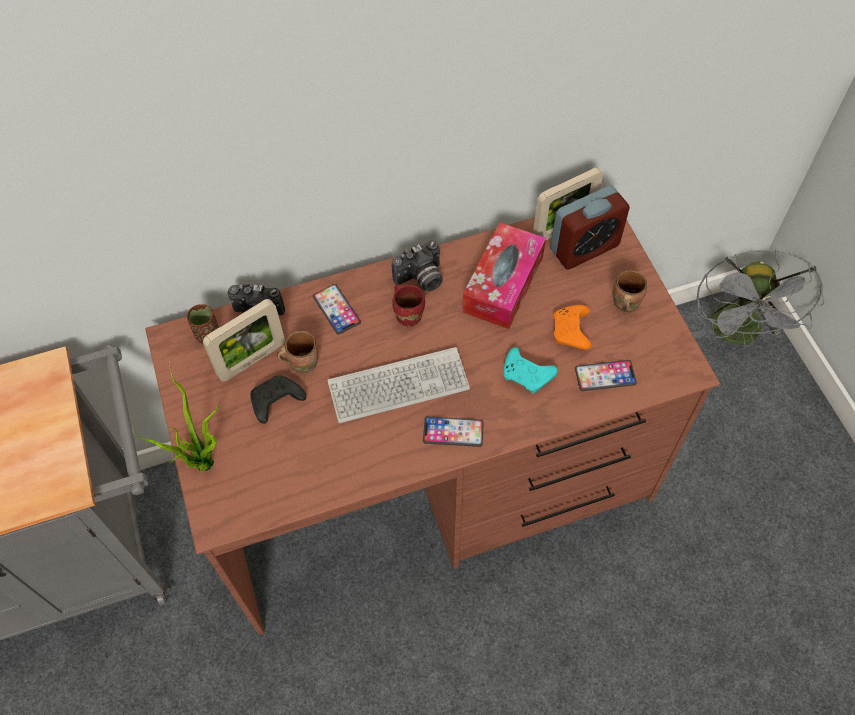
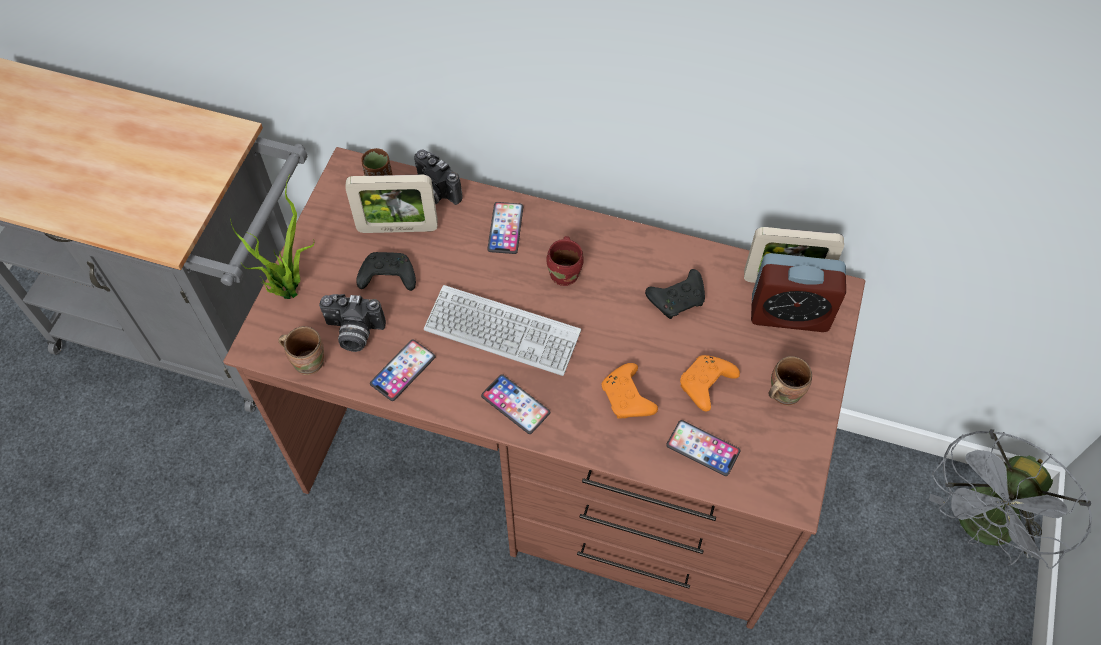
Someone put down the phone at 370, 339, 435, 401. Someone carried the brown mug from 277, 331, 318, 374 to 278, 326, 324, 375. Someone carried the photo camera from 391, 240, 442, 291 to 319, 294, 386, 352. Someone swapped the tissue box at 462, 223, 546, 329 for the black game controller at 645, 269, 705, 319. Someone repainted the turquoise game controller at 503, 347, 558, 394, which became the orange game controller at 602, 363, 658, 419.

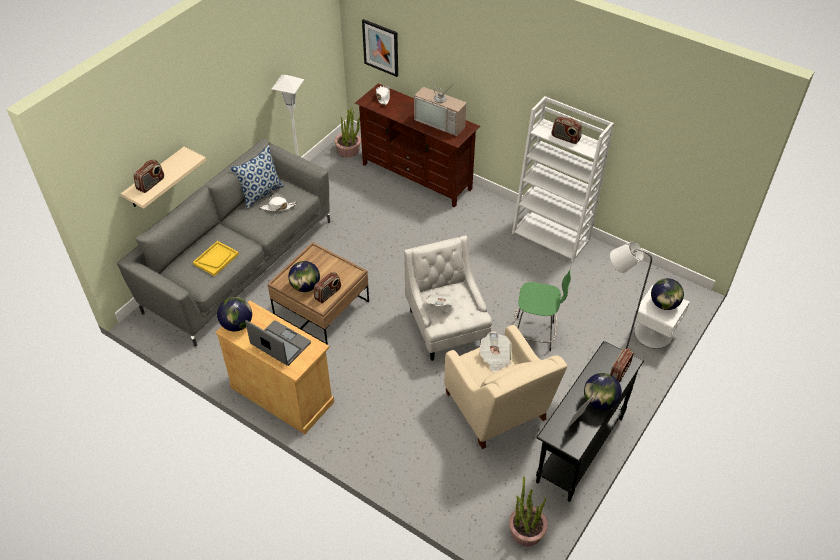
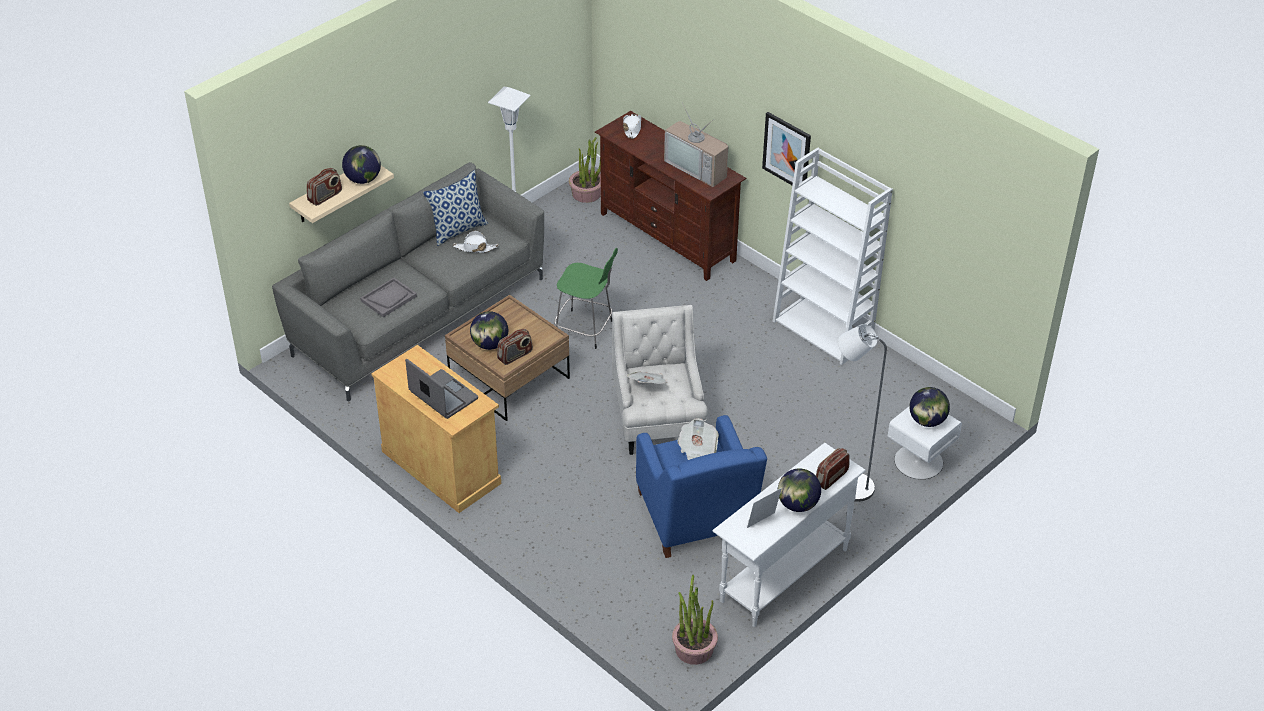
Someone took away the radio at 552, 116, 582, 144. Someone carried the globe from 217, 297, 252, 332 to 342, 145, 381, 184. Someone carried the picture from 362, 19, 398, 77 to 762, 112, 811, 185. Someone carried the green stool from 513, 270, 571, 351 to 554, 248, 618, 349. Someone repainted the yellow tray at 193, 241, 239, 276, which became the grey tray at 360, 278, 417, 317. Someone repainted the beige armchair at 444, 325, 567, 449, which became the blue armchair at 636, 415, 767, 558. Someone repainted the black console table at 536, 341, 644, 502, which became the white console table at 712, 443, 866, 627.

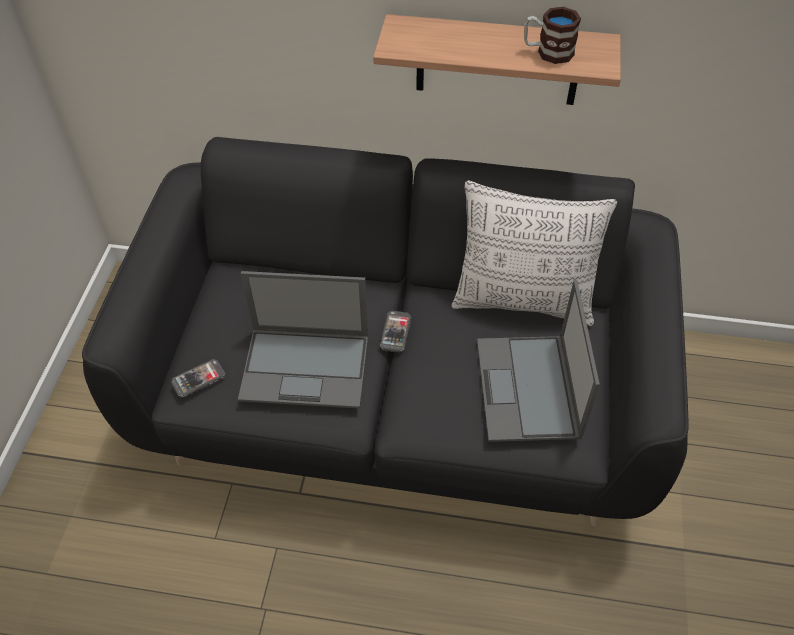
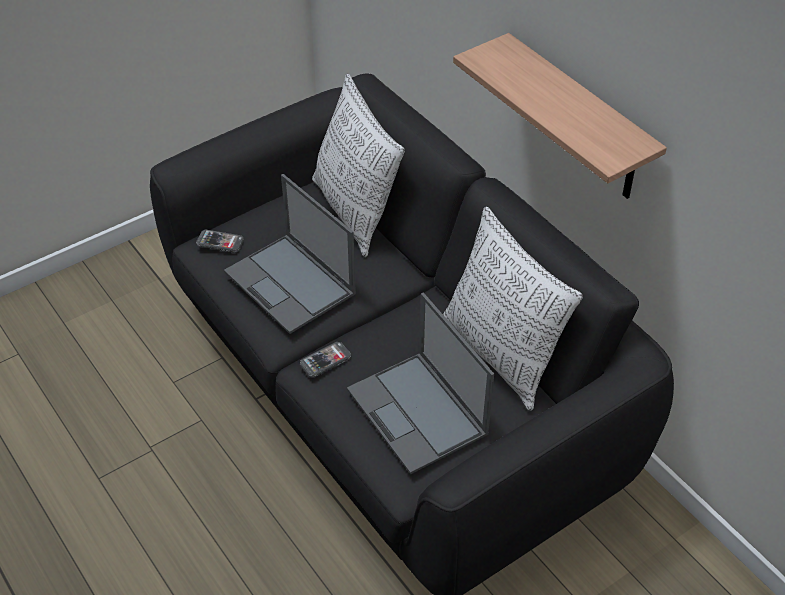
Someone took away the mug at 524, 7, 581, 64. Someone put down the pillow at 312, 74, 405, 257. Someone carried the phone from 380, 311, 411, 352 to 300, 342, 351, 377. Someone rotated the laptop at 477, 280, 600, 442 by 75 degrees counterclockwise.

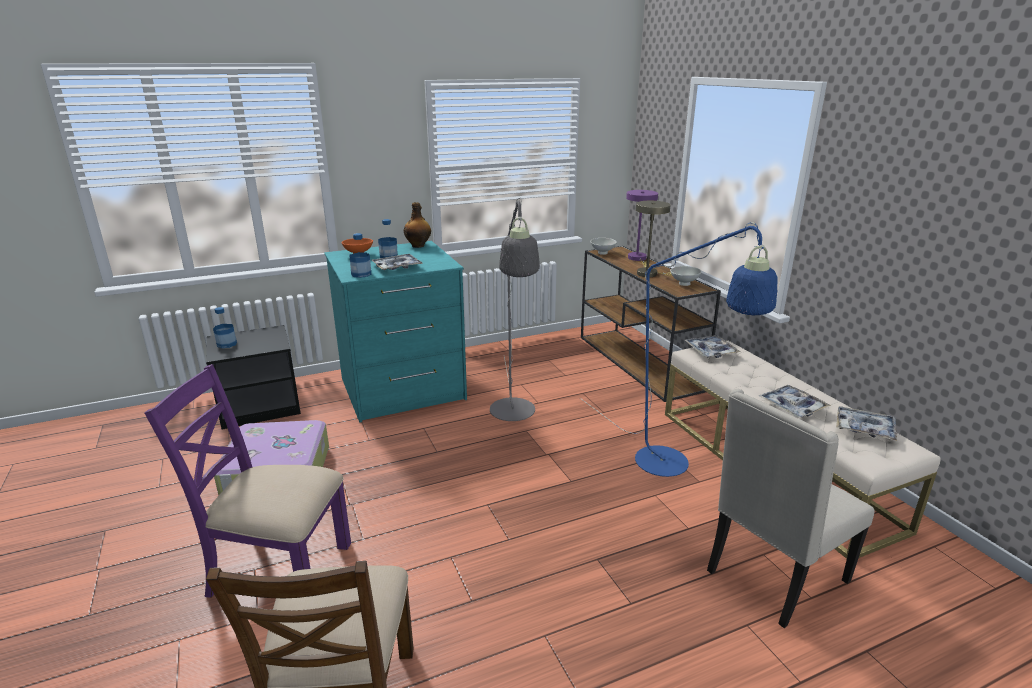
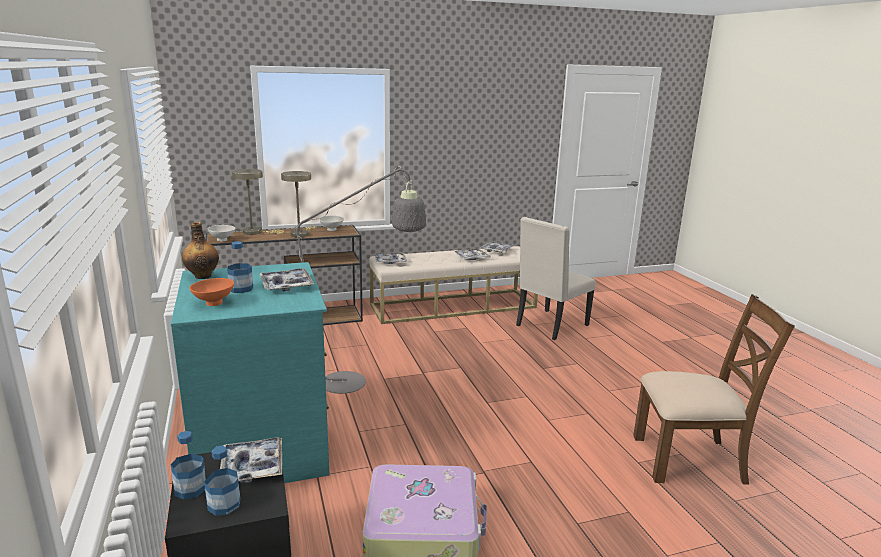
Someone took away the purple chair at 145, 364, 351, 598. Someone took away the blue floor lamp at 580, 222, 778, 477. Someone put down the tray at 220, 437, 282, 484. Someone carried the bottle from 350, 233, 371, 278 to 171, 431, 206, 500. Someone repainted the purple table lamp at 626, 190, 658, 267, which became the beige table lamp at 232, 169, 284, 235. Someone rotated the beige chair at 707, 389, 875, 628 by 75 degrees clockwise.

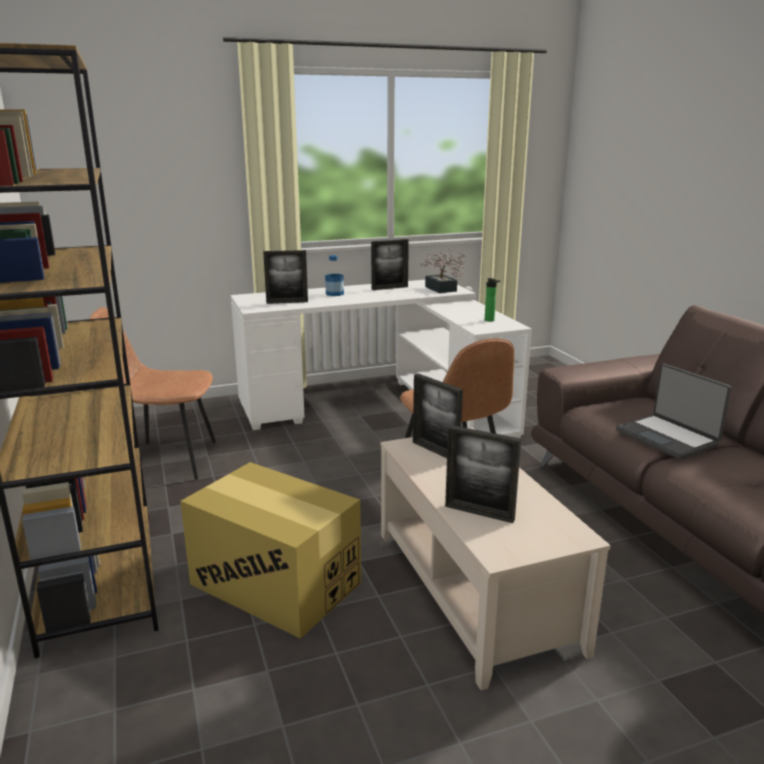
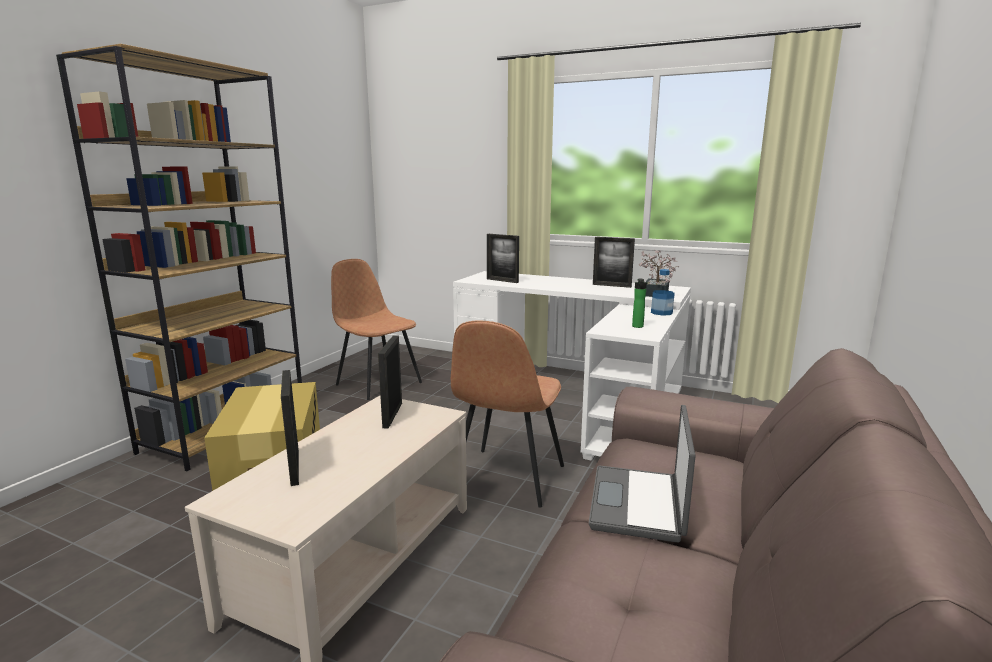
Someone carried the bottle from 325, 255, 344, 296 to 651, 269, 675, 316.

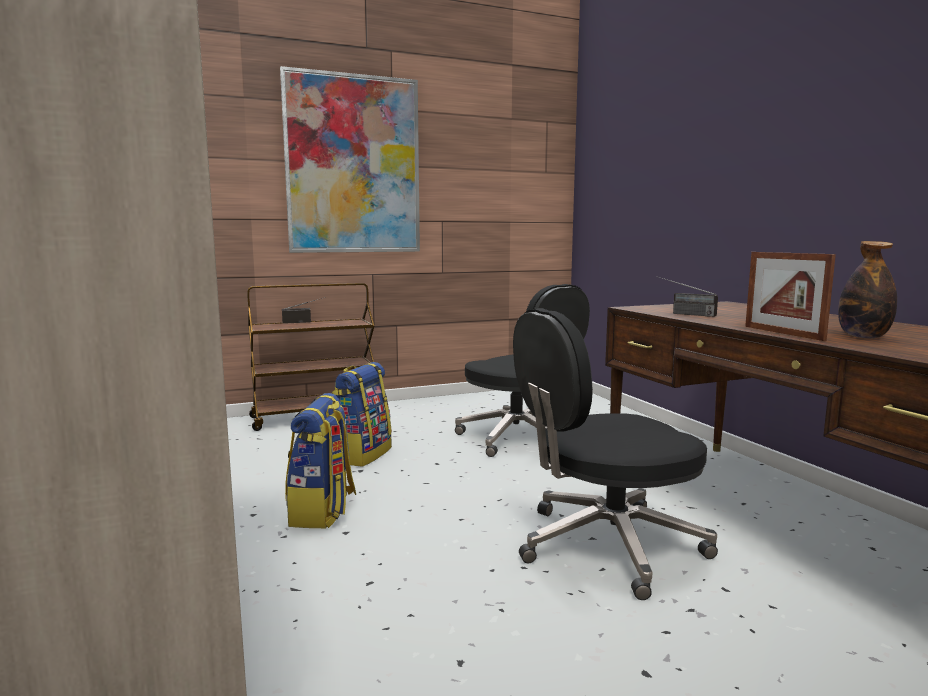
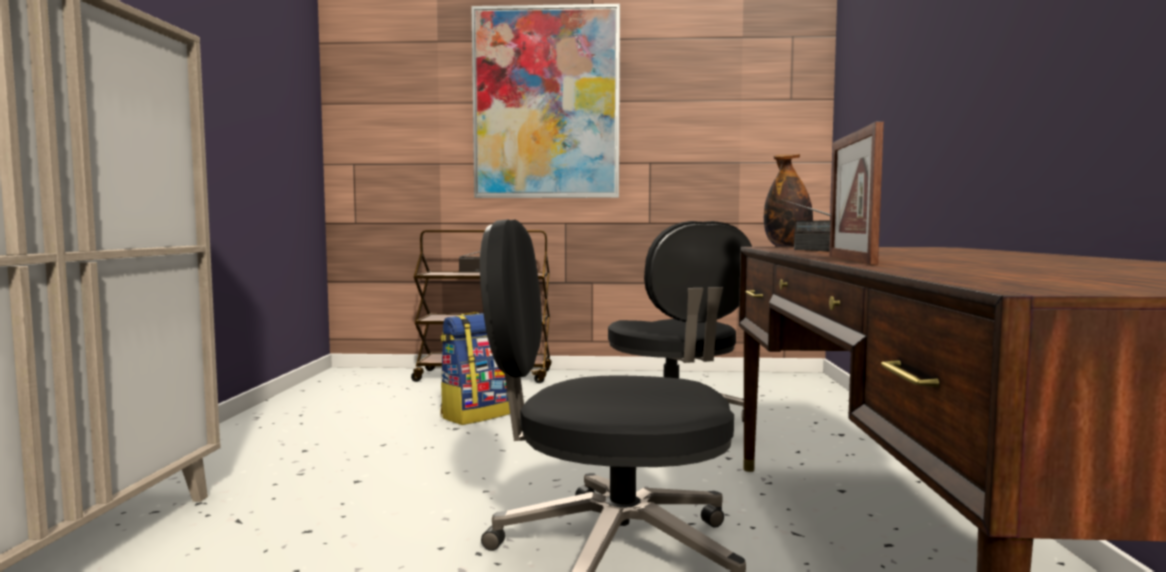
Someone took away the backpack at 285, 393, 356, 528. Someone carried the bottle from 838, 241, 897, 338 to 764, 154, 813, 247.

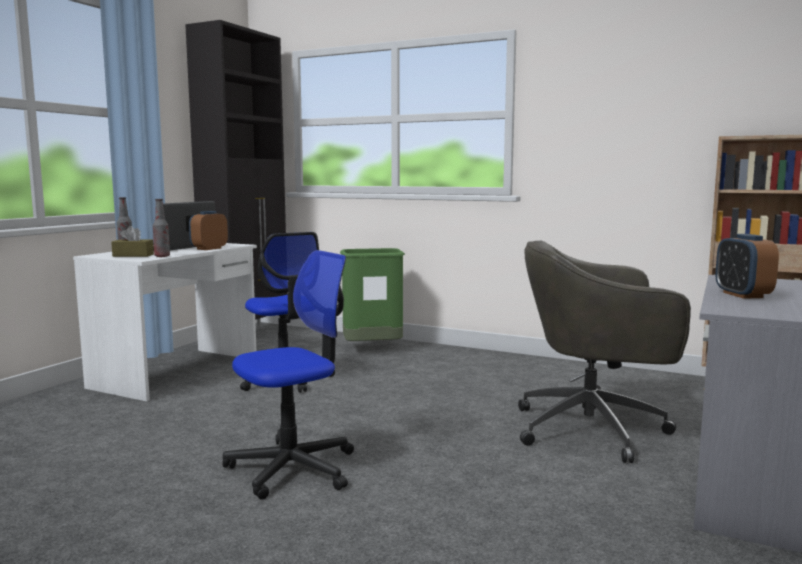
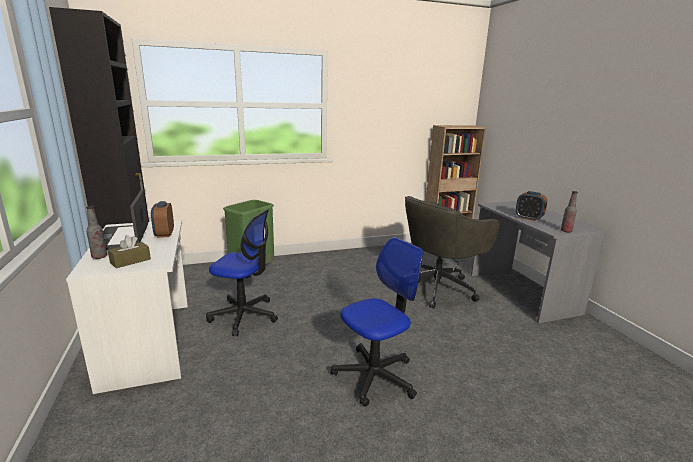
Someone carried the bottle from 153, 199, 170, 257 to 561, 191, 578, 233. Someone rotated the office chair at 222, 250, 354, 500 by 45 degrees clockwise.

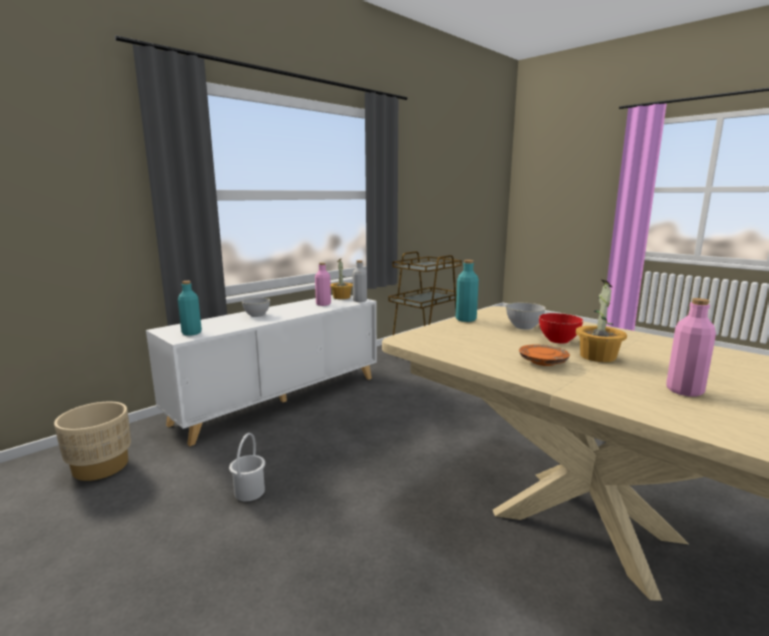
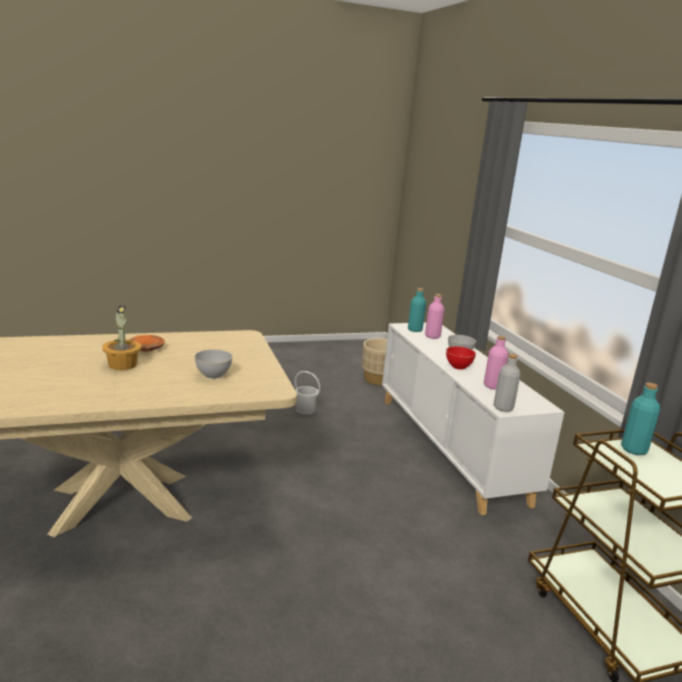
Someone took away the potted plant at 331, 259, 353, 299. Someone carried the turquoise bottle from 456, 260, 479, 322 to 621, 382, 660, 455. Someone carried the red bowl from 539, 313, 583, 344 to 446, 346, 476, 370. Someone carried the pink bottle from 666, 298, 716, 397 to 425, 294, 444, 339.

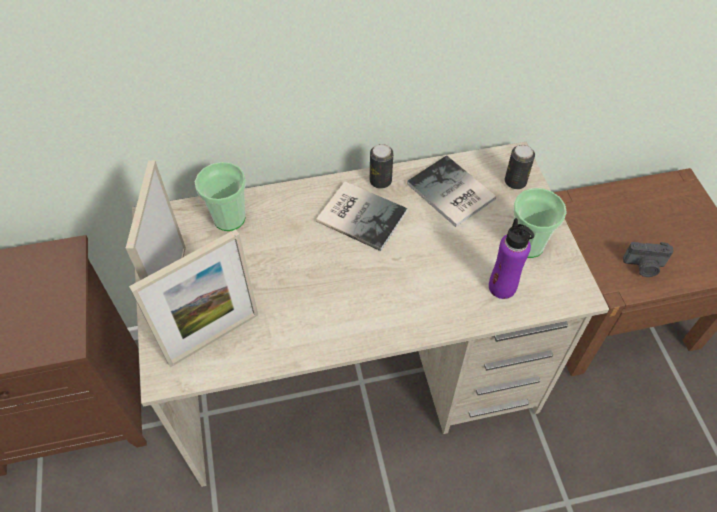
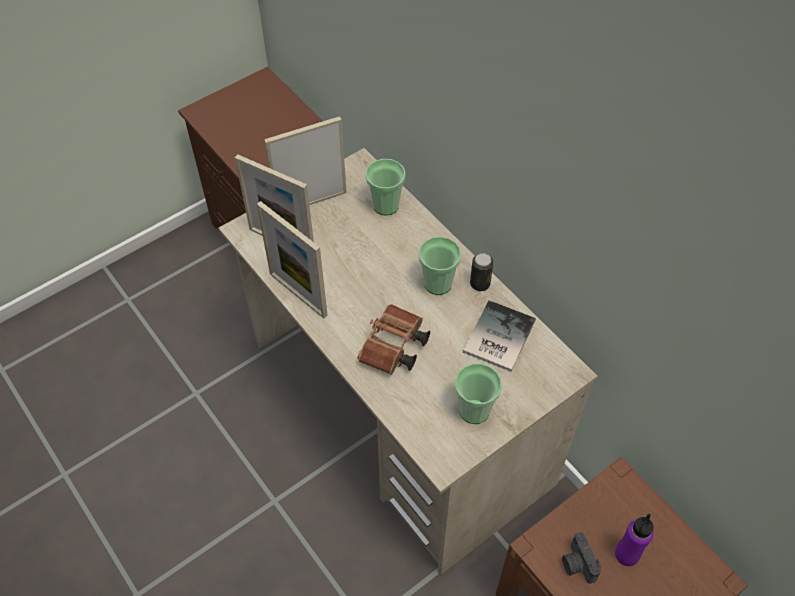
Someone took away the can at 505, 145, 535, 189. Someone put down the picture frame at 257, 201, 328, 318. Someone put down the brown binoculars at 357, 304, 430, 375. Someone carried the purple bottle from 489, 218, 534, 299 to 615, 514, 654, 566. Someone swapped the book at 316, 181, 408, 251 for the cup at 418, 236, 462, 295.

